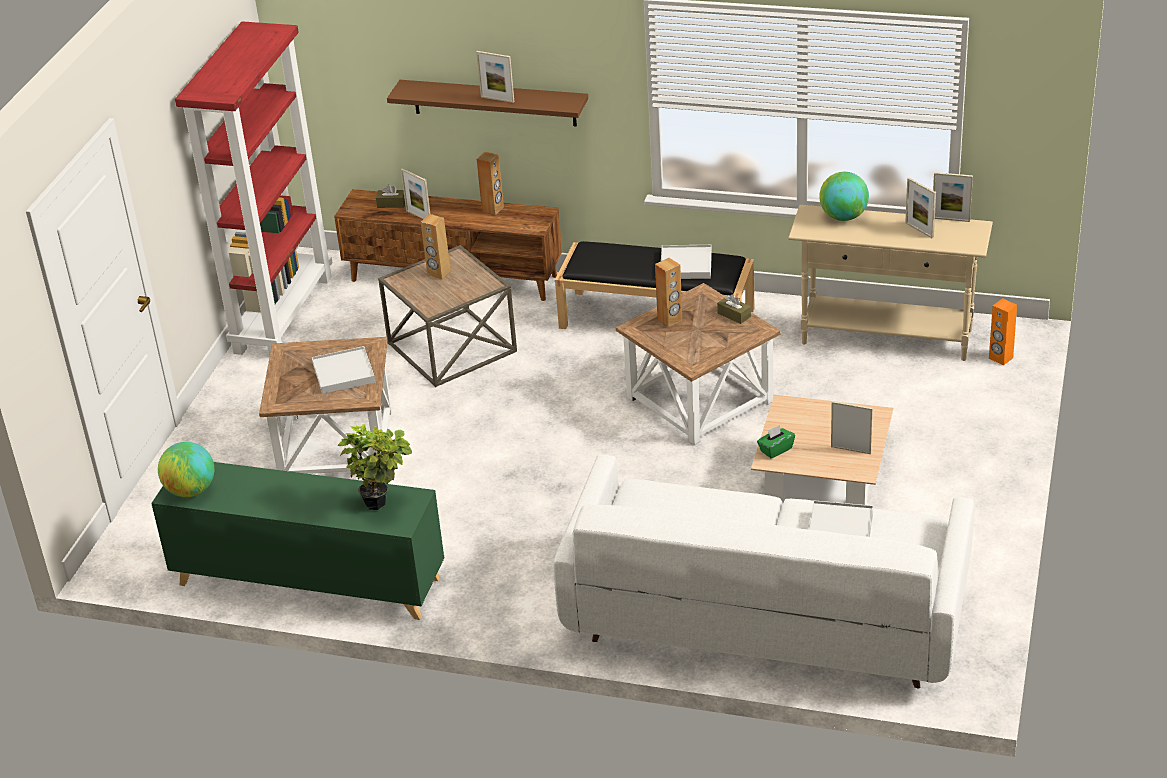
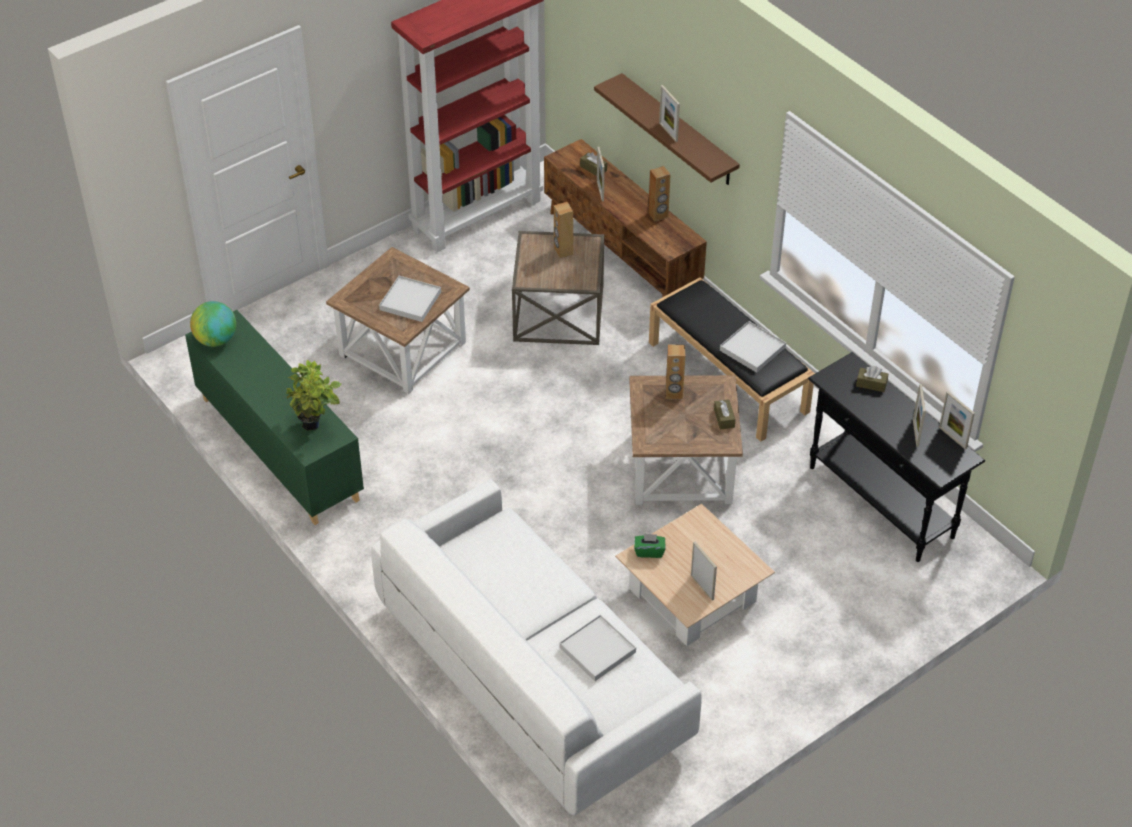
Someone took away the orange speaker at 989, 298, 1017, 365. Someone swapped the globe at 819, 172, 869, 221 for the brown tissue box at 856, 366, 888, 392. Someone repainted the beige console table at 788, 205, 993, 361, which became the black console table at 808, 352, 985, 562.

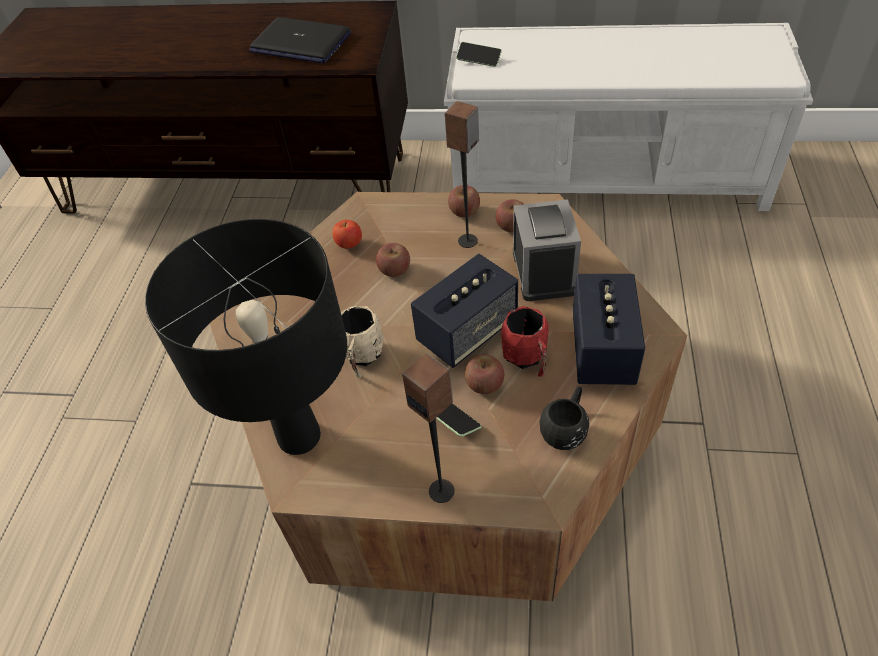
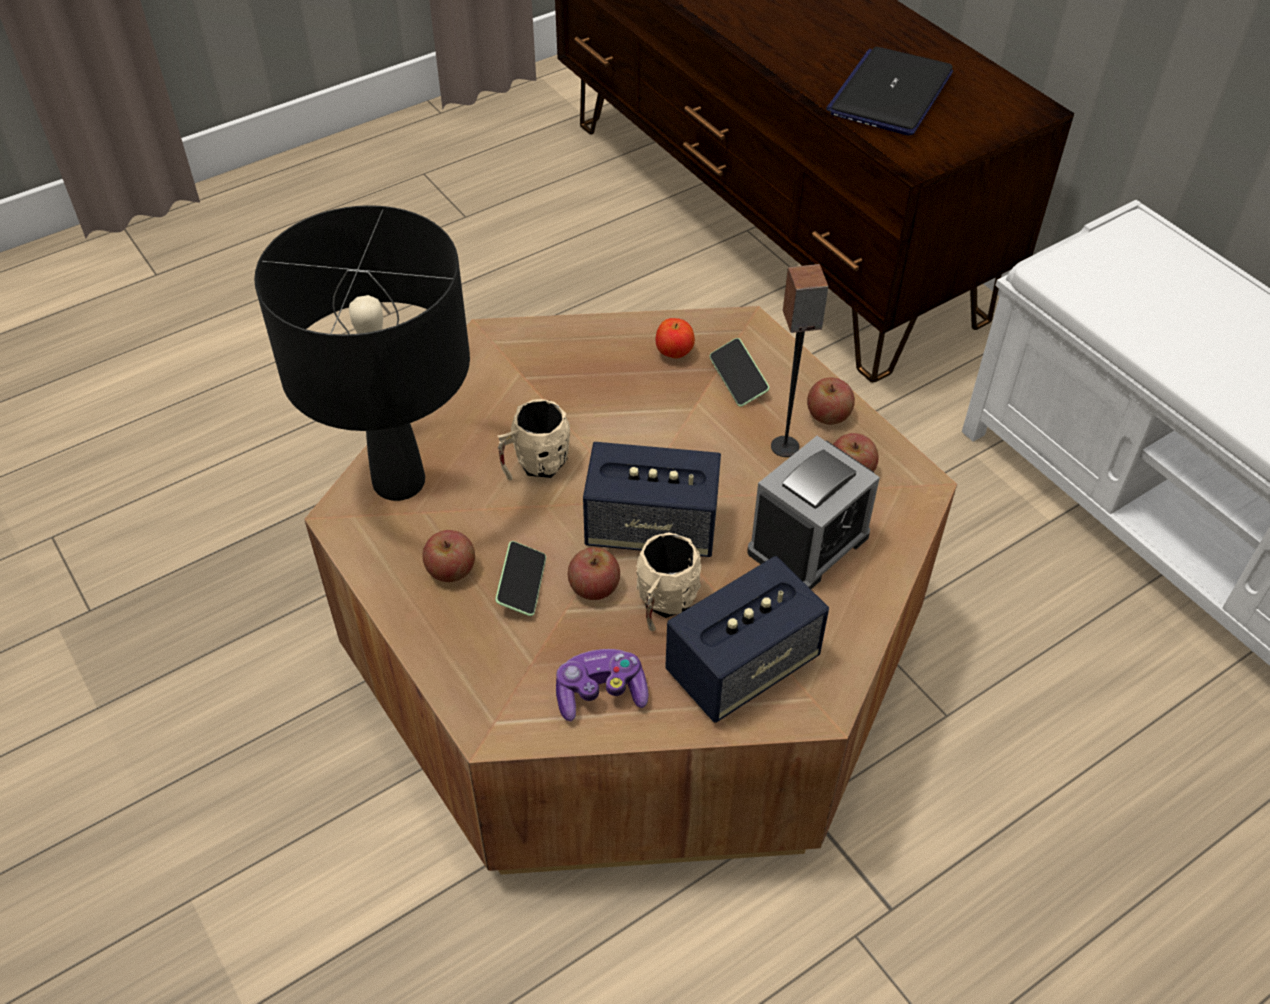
Someone took away the speaker at 402, 353, 455, 503. Someone carried the apple from 376, 243, 410, 277 to 423, 530, 475, 582. Someone carried the phone from 456, 42, 502, 67 to 709, 338, 770, 407. Someone swapped the black mug at 540, 386, 589, 450 for the game controller at 556, 649, 649, 721. Someone repainted the red mug at 501, 306, 549, 377, which became the beige mug at 636, 532, 702, 631. Someone rotated the laptop at 249, 17, 351, 63 by 45 degrees clockwise.

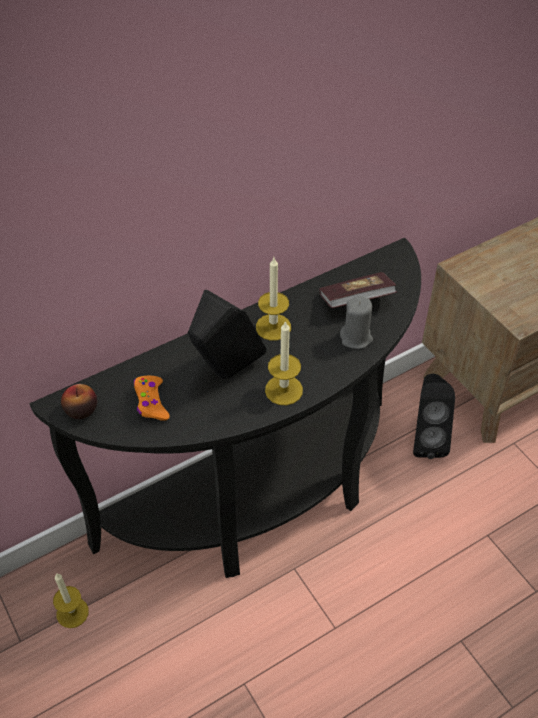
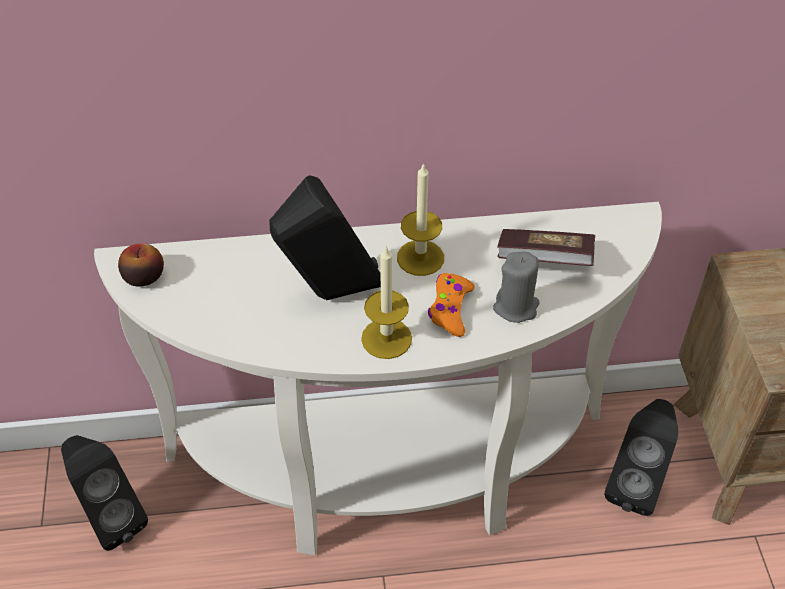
Someone carried the orange game controller from 134, 376, 170, 421 to 428, 273, 475, 337. Someone swapped the candle at 53, 574, 89, 628 for the black speaker at 61, 435, 148, 551. Someone repainted the black console table at 29, 238, 421, 578, which became the white console table at 94, 202, 662, 555.

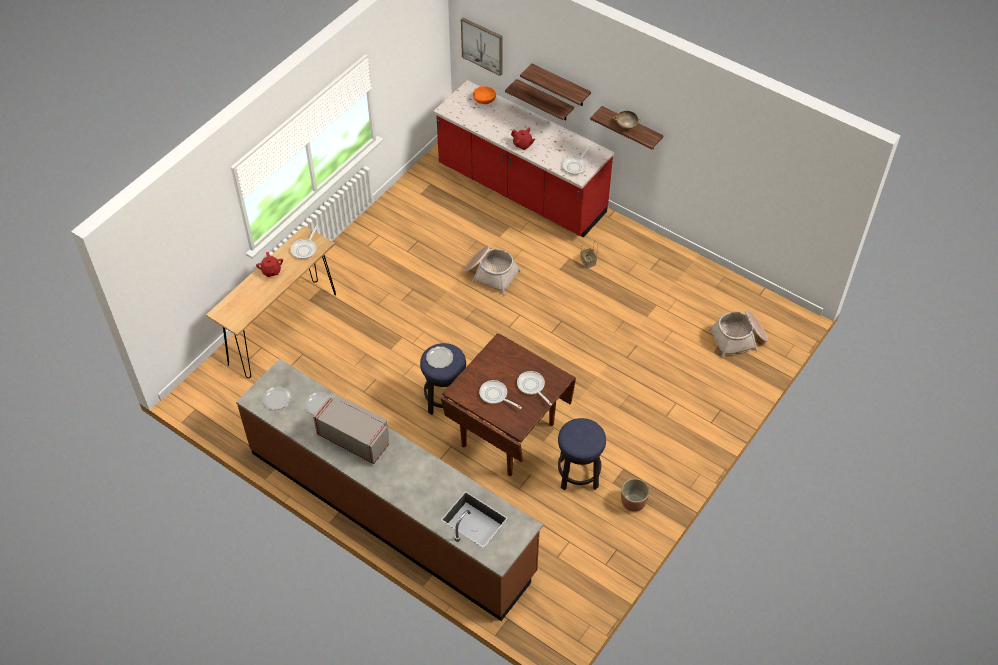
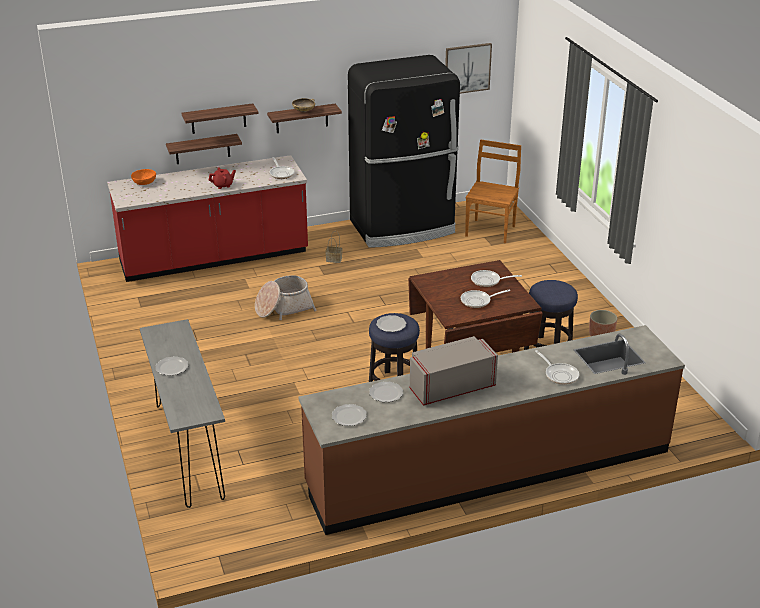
Someone put down the black fridge at 348, 55, 460, 248. Someone carried the frying pan from 291, 225, 319, 259 to 535, 350, 579, 385. Someone carried the picture from 461, 18, 503, 76 to 445, 43, 492, 94. Someone swapped the red teapot at 256, 252, 283, 277 for the plate at 156, 356, 188, 376. Someone swapped the basket at 708, 311, 768, 359 for the brown chair at 465, 140, 521, 243. Someone repainted the brown console table at 206, 225, 336, 378, which became the grey console table at 140, 319, 225, 508.

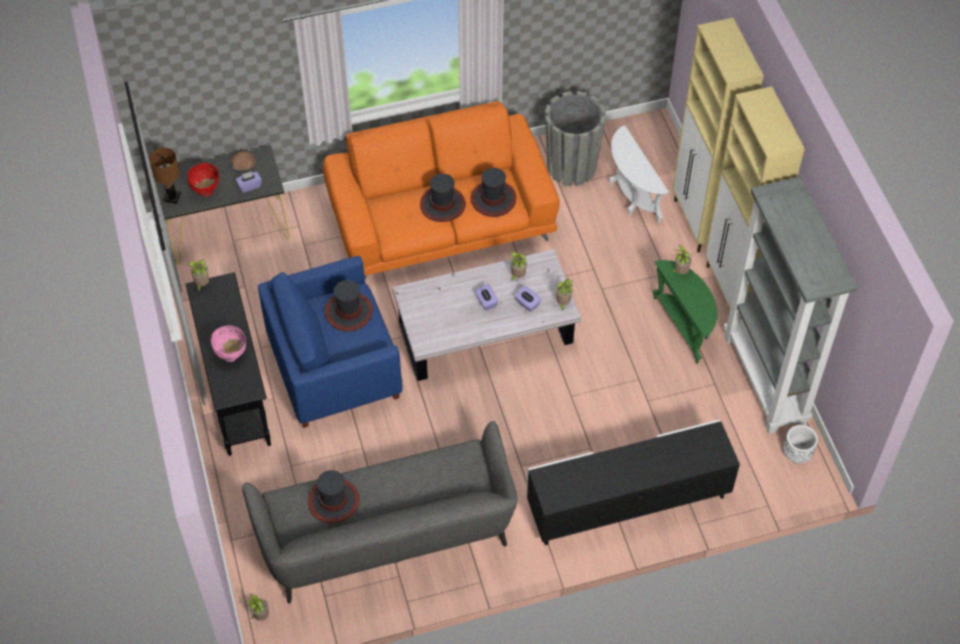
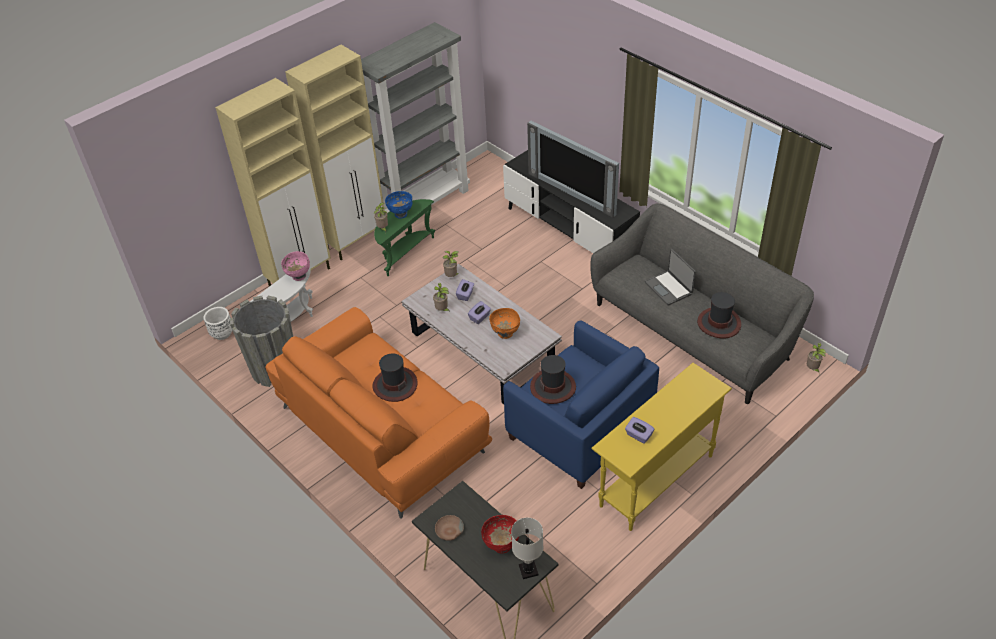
Someone took away the potted plant at 188, 260, 209, 292. Someone took away the hat at 471, 168, 516, 217. Someone put down the blue bowl at 385, 191, 412, 219. Someone put down the orange bowl at 489, 308, 520, 339. Someone put down the television at 527, 121, 619, 218. Someone put down the laptop at 645, 249, 696, 306. Someone carried the pink bowl from 211, 325, 246, 362 to 281, 251, 310, 281. Someone carried the purple tissue box from 236, 171, 262, 193 to 625, 417, 654, 444. Someone carried the white planter from 783, 425, 818, 463 to 203, 307, 232, 340. Someone repainted the brown table lamp at 149, 148, 181, 204, which became the white table lamp at 511, 518, 543, 579. Someone repainted the black console table at 186, 272, 271, 456, which became the yellow console table at 591, 363, 732, 531.

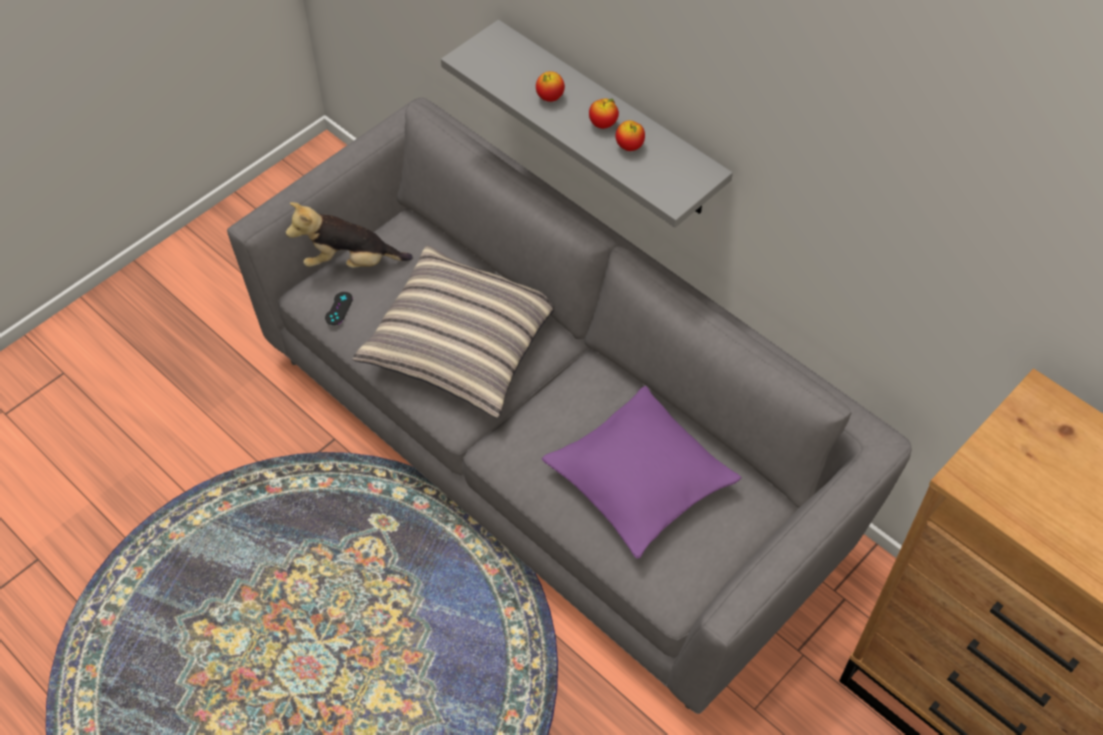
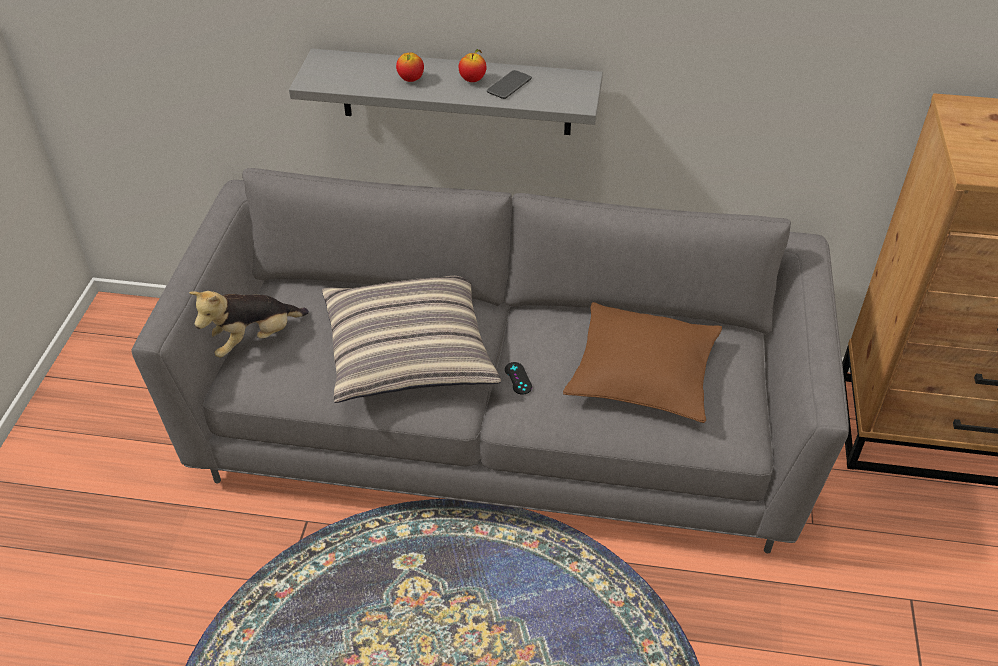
Someone carried the black game controller from 325, 292, 353, 325 to 505, 362, 532, 394. Someone swapped the apple at 615, 120, 645, 151 for the phone at 487, 70, 532, 99. Someone repainted the purple pillow at 542, 386, 742, 559, which became the brown pillow at 563, 302, 722, 423.

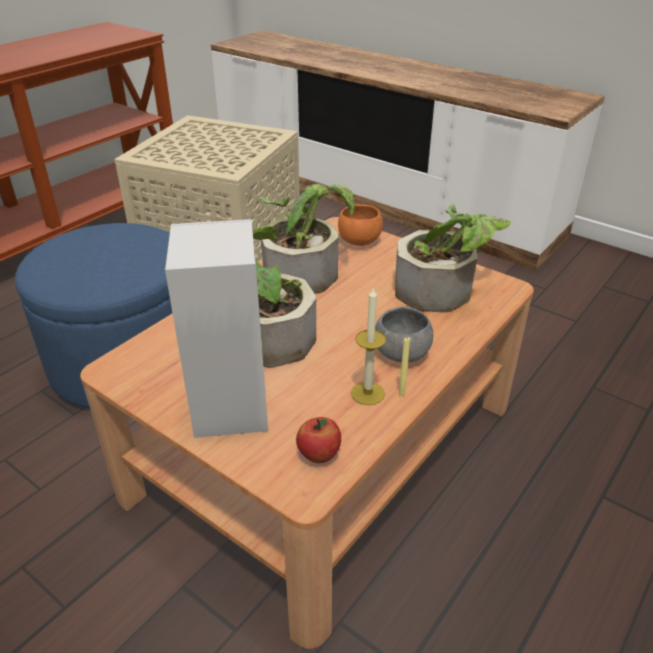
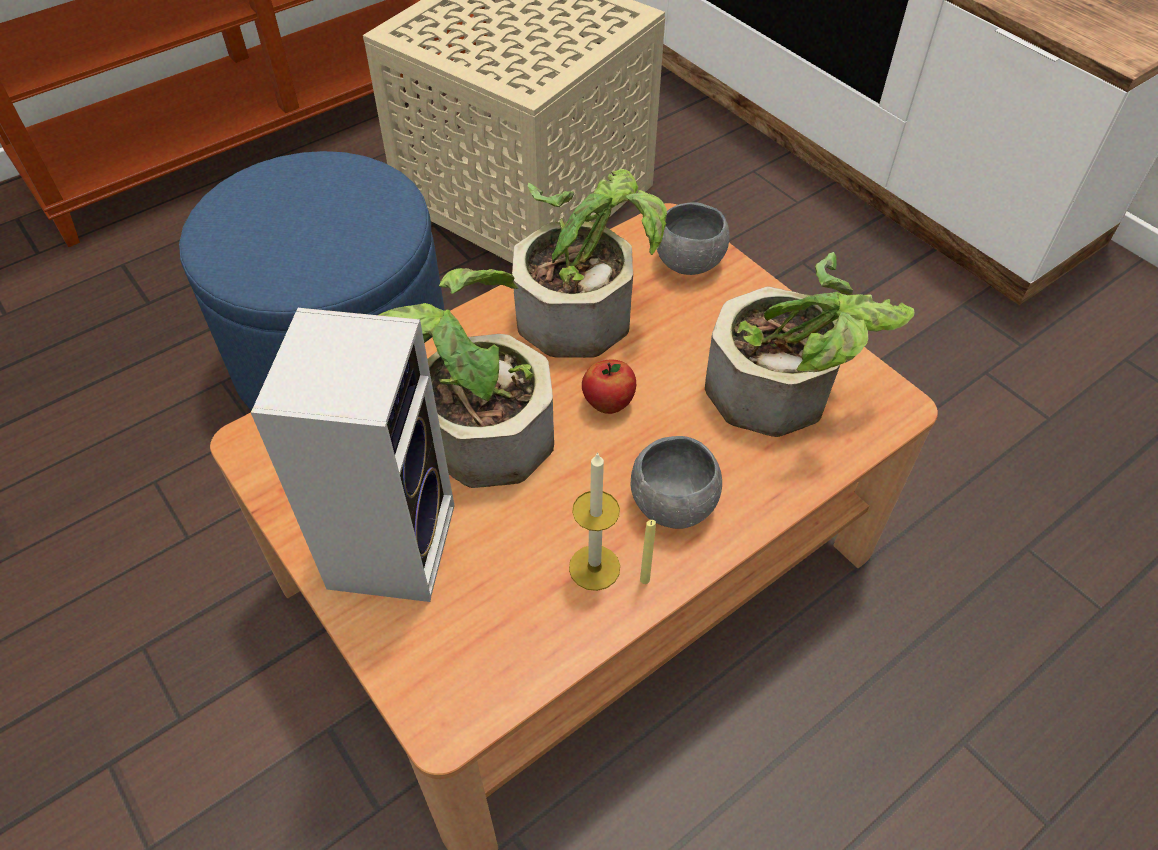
Someone carried the apple from 296, 417, 341, 463 to 582, 360, 636, 414. Someone repainted the orange bowl at 338, 204, 383, 246, which became the grey bowl at 657, 202, 730, 275.

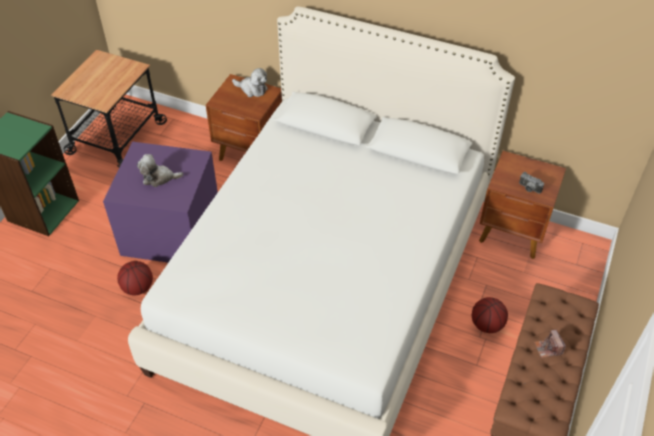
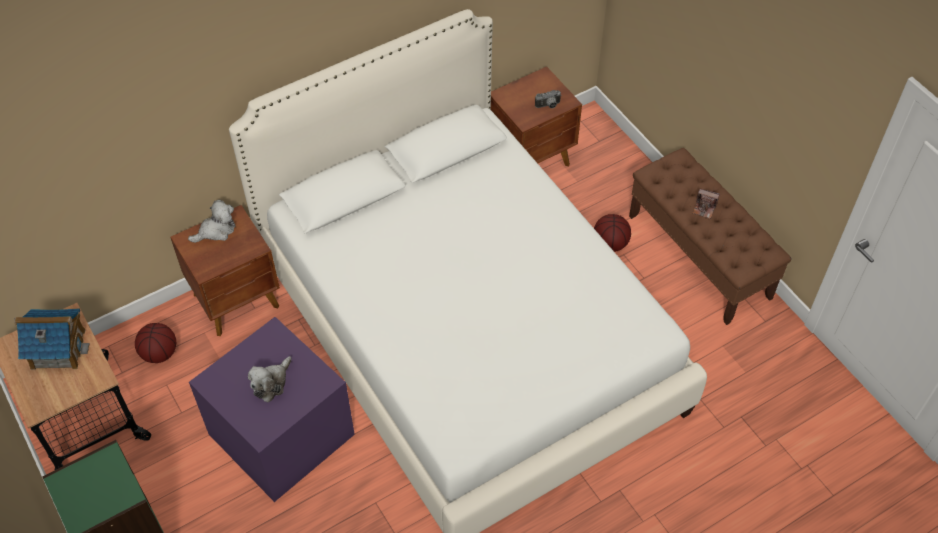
Someone put down the toy house at 14, 308, 90, 370. Someone carried the basketball from 117, 261, 153, 296 to 135, 323, 176, 363.

